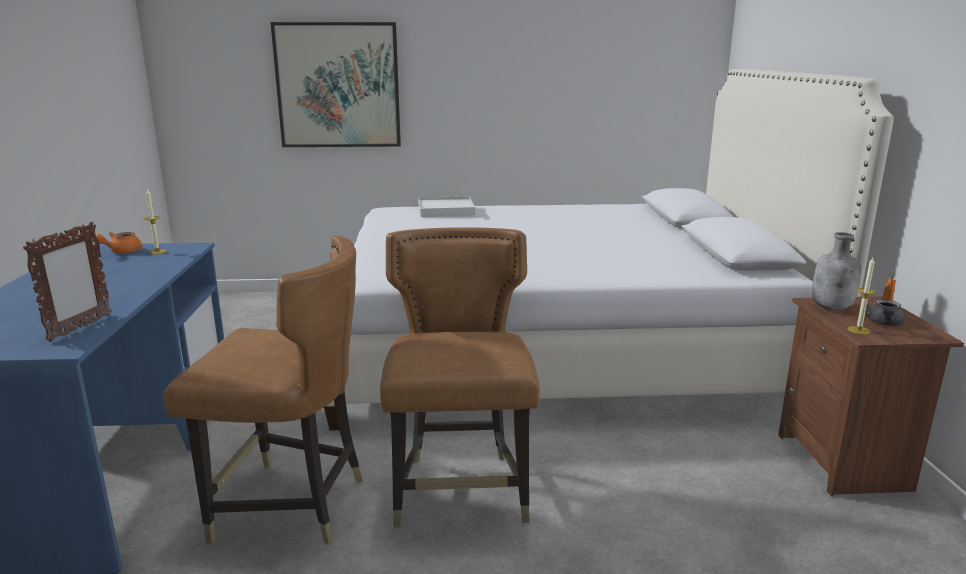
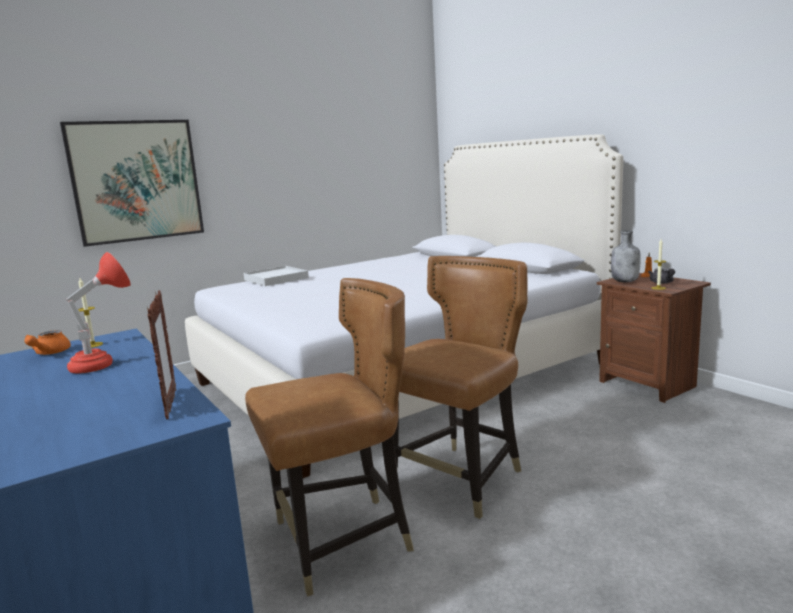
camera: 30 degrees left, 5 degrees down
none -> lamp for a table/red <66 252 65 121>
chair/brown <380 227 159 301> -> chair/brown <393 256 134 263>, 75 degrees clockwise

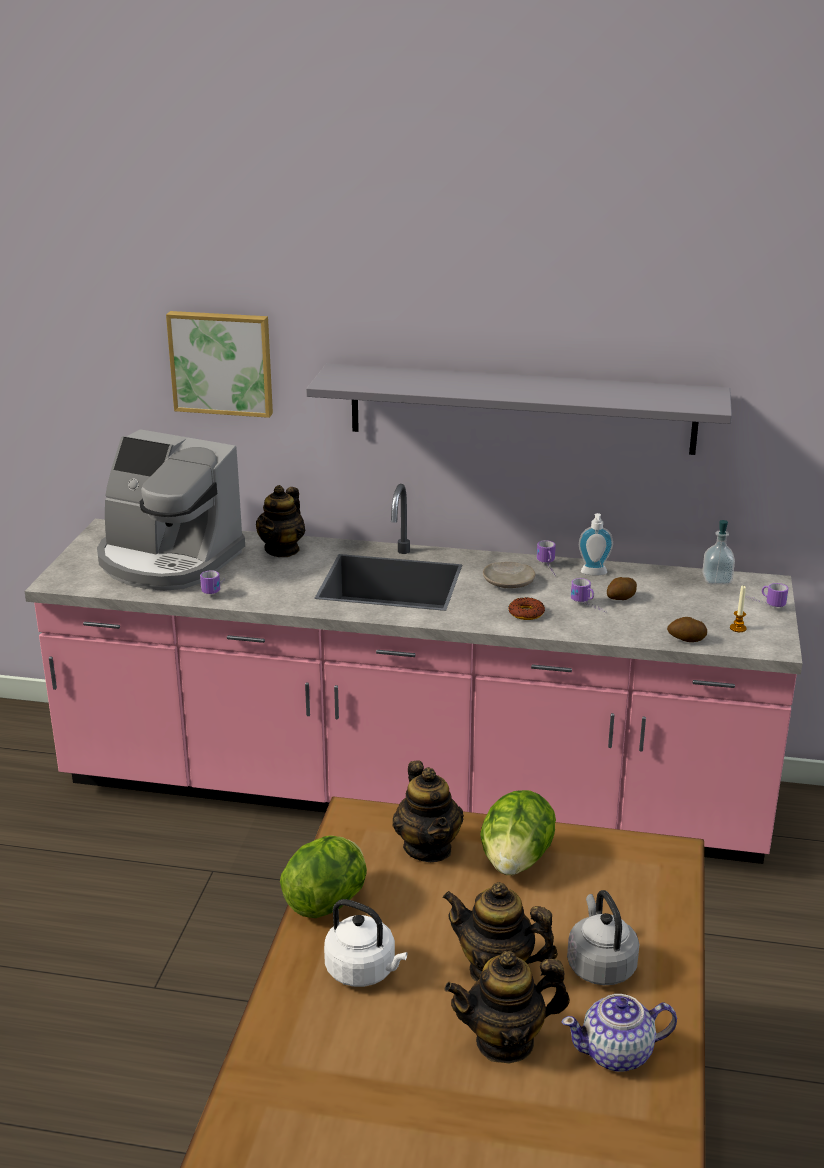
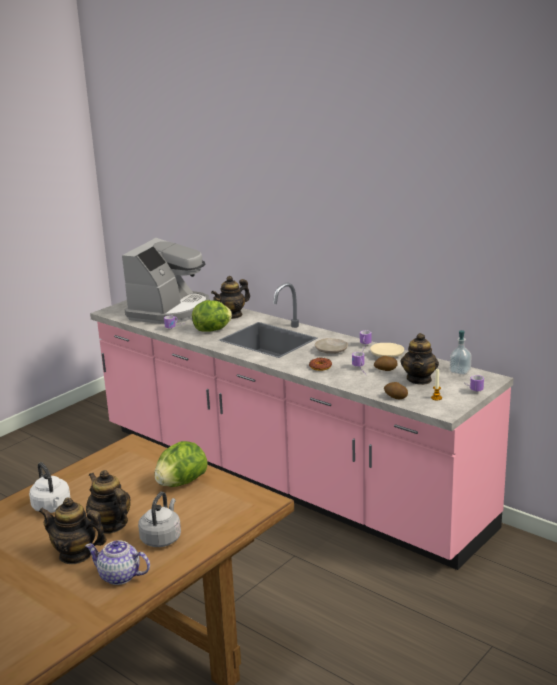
camera: 30 degrees right, 5 degrees down
wall art <166 311 107 107> -> none
shelf/gray <306 363 426 92> -> none
head of lettuce <280 835 87 83> -> head of lettuce <192 300 40 32>, relocated
pot for tea <392 760 72 102> -> pot for tea <400 333 39 52>, relocated
soap bottle <579 513 34 63> -> flat dish/sand-coloured <370 343 34 14>
coffee brewer <97 429 148 162> -> coffee brewer <122 238 88 86>, 120 degrees counterclockwise

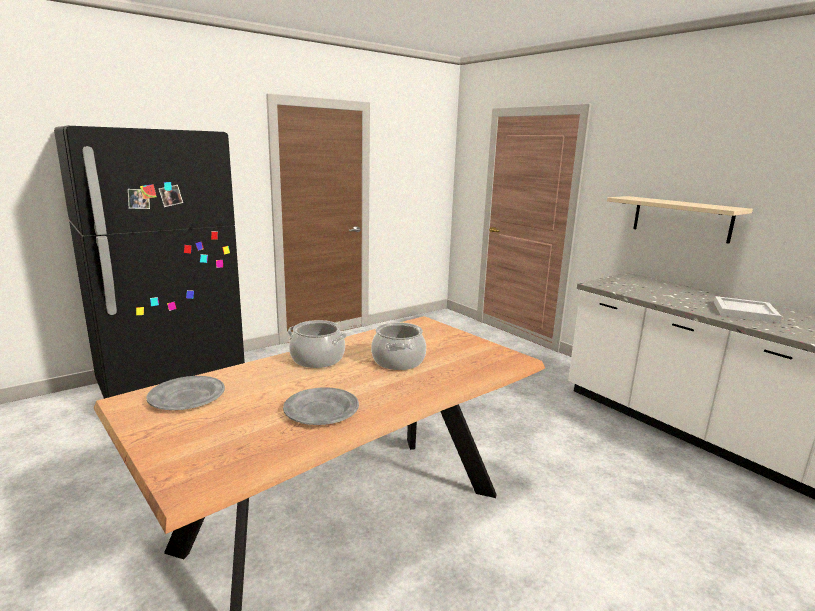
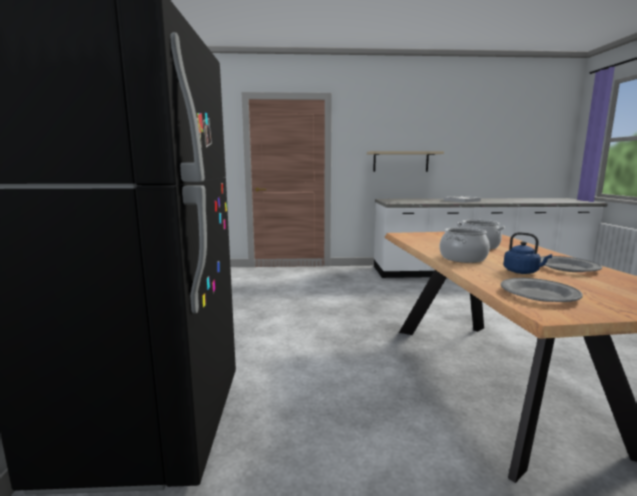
camera: 55 degrees left, 5 degrees down
none -> kettle/blue-coloured <503 232 49 42>

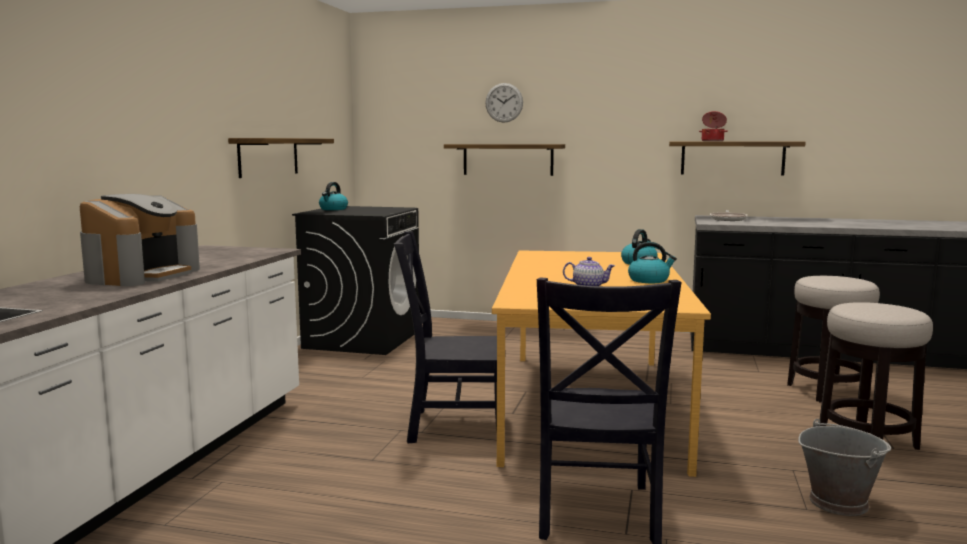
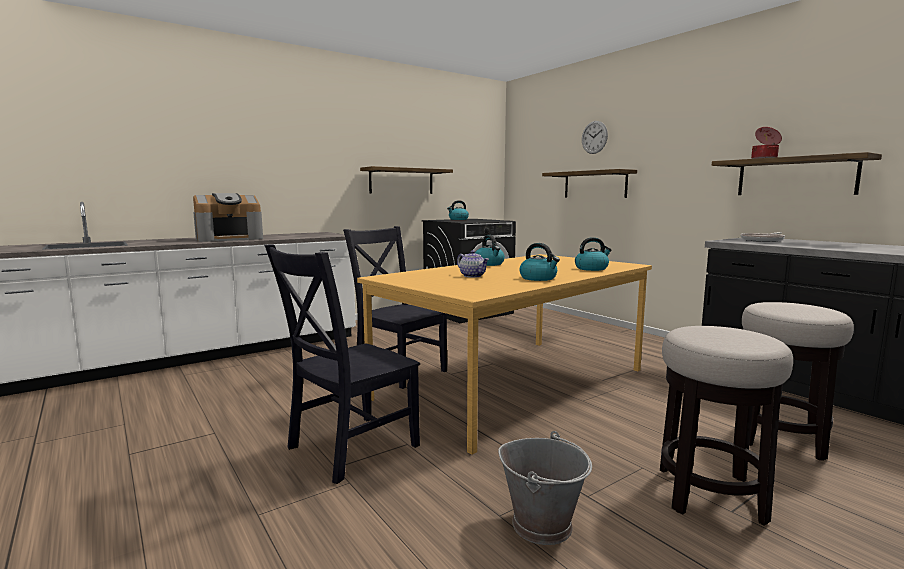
camera: 40 degrees right, 0 degrees up
none -> kettle <475 235 30 31>

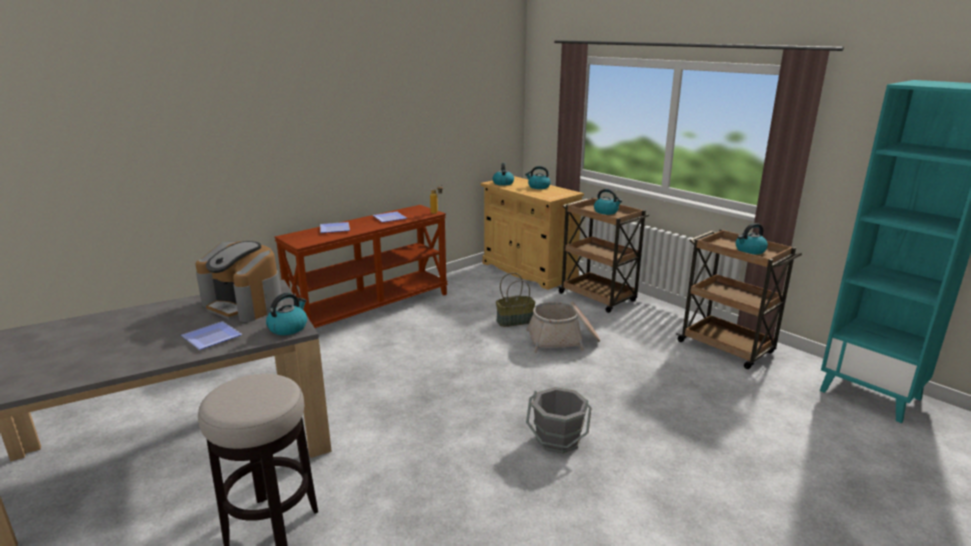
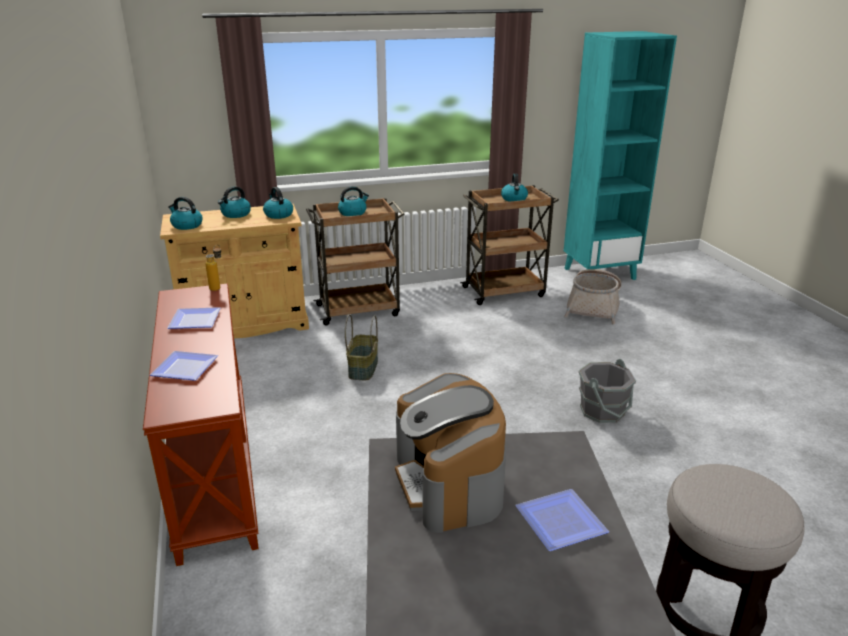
camera: 65 degrees left, 5 degrees up
kettle <266 293 41 42> -> kettle <263 187 30 32>, relocated
basket <526 301 74 52> -> basket <564 269 57 55>, relocated
coffee brewer <196 241 87 81> -> coffee brewer <395 373 111 160>, 105 degrees clockwise

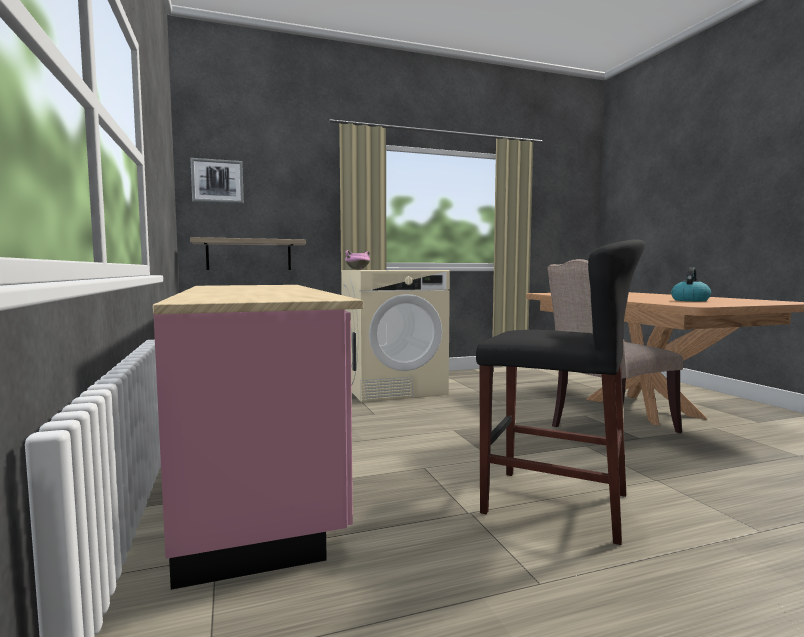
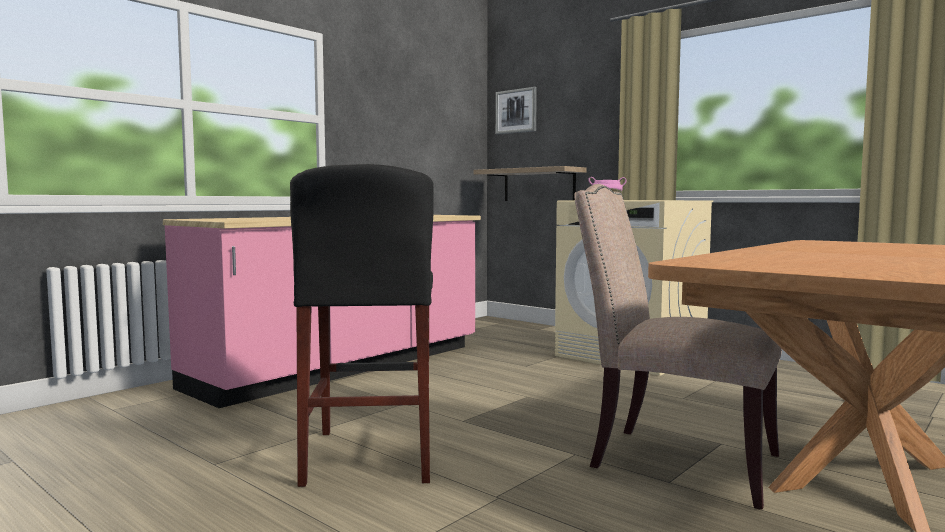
camera: 60 degrees right, 0 degrees up
kettle <671 267 40 34> -> none

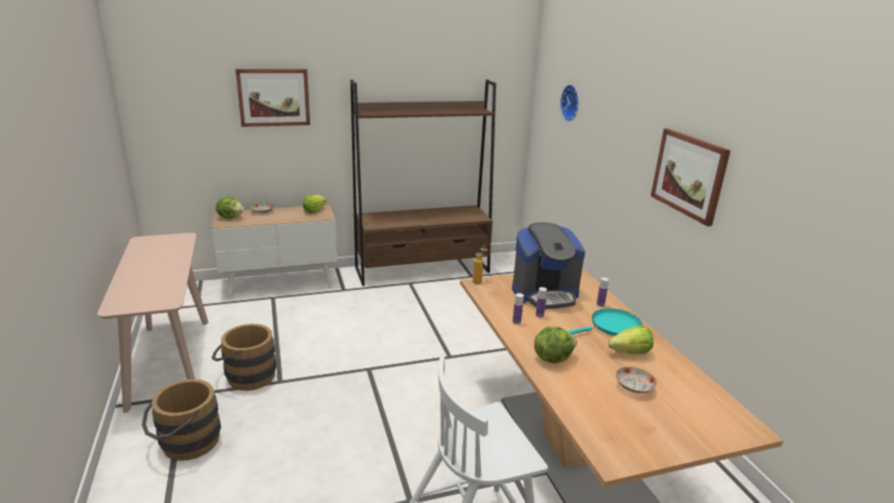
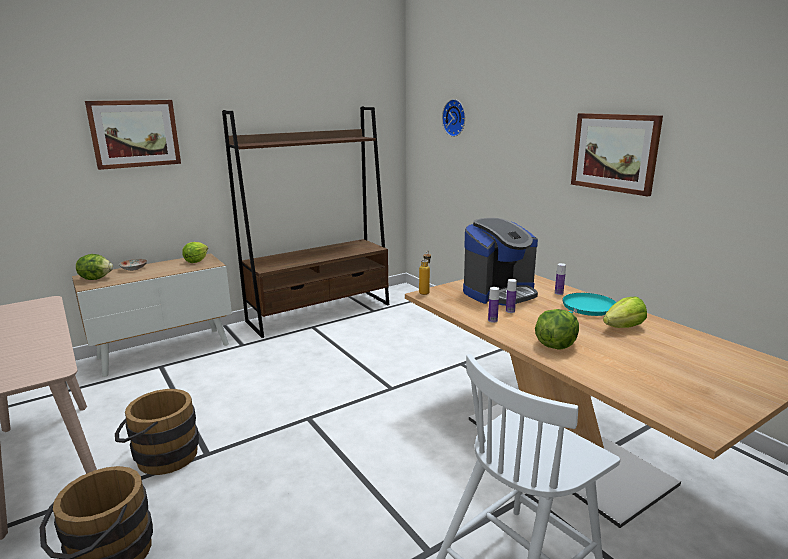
camera: 15 degrees left, 5 degrees down
flat dish <616 367 41 26> -> none

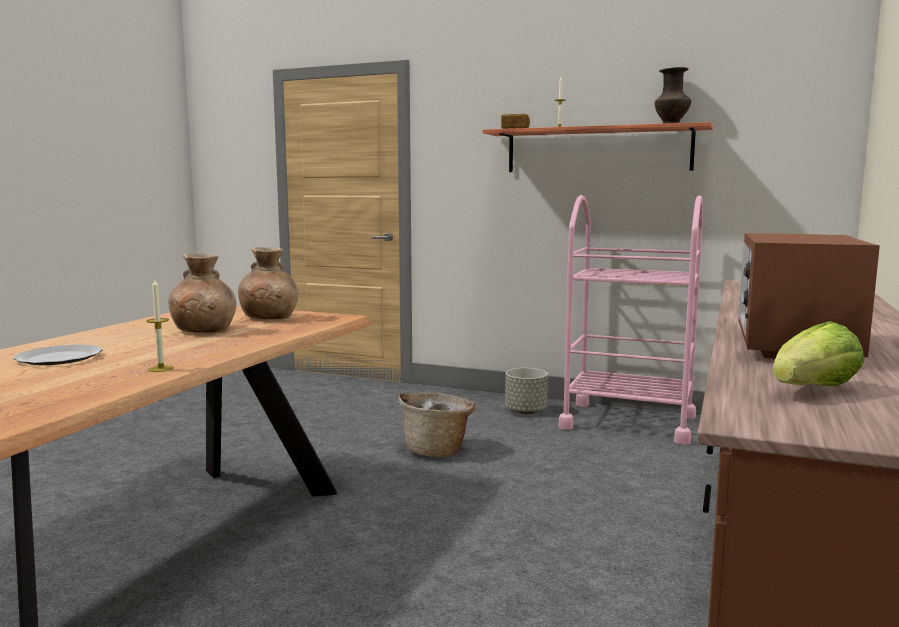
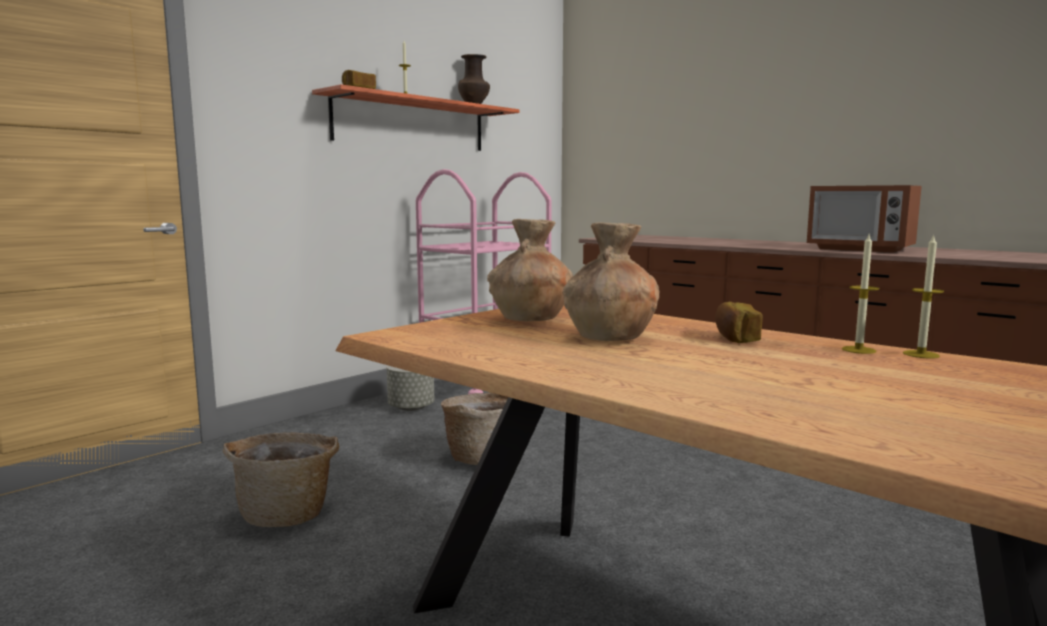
camera: 70 degrees left, 0 degrees up
flat dish <13 345 90 20> -> none
head of lettuce <772 321 92 65> -> none
none -> basket <223 433 116 94>
none -> bakery bread <715 302 48 41>
none -> wax light <903 234 41 124>

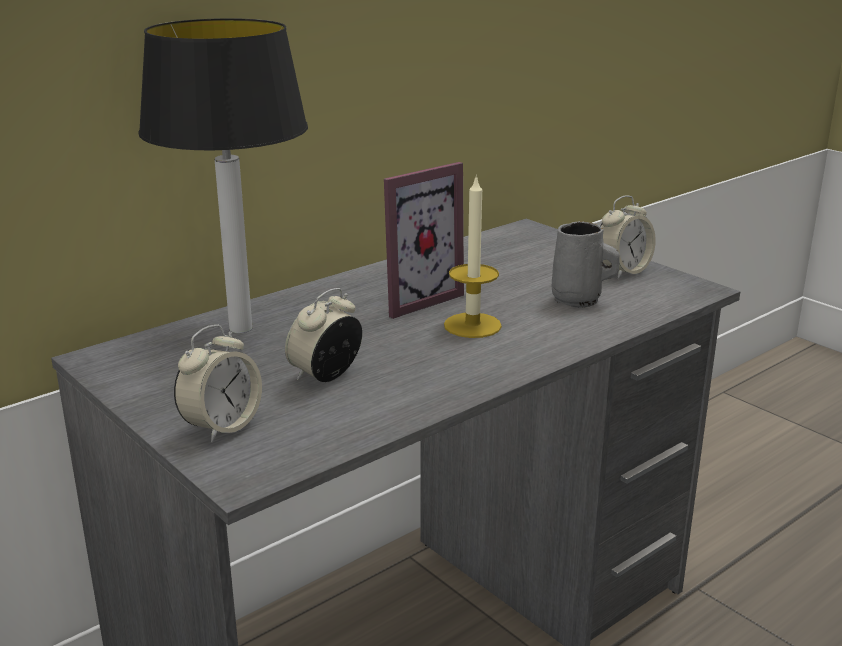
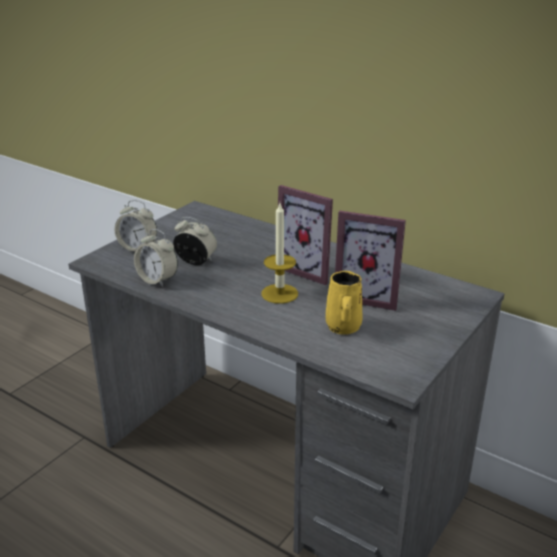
camera: 75 degrees right, 5 degrees up
lamp for a table <138 18 170 315> -> none
none -> standing frame <335 211 71 100>
table clock <600 195 56 84> -> table clock <134 229 44 58>, relocated
coffee mug/gray <552 221 68 87> -> coffee mug/yellow-coloured <325 271 37 64>

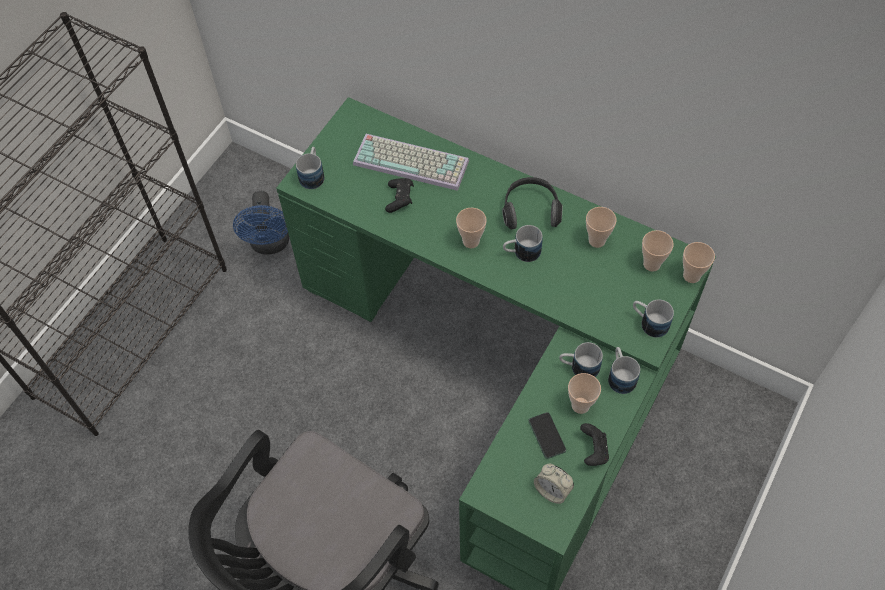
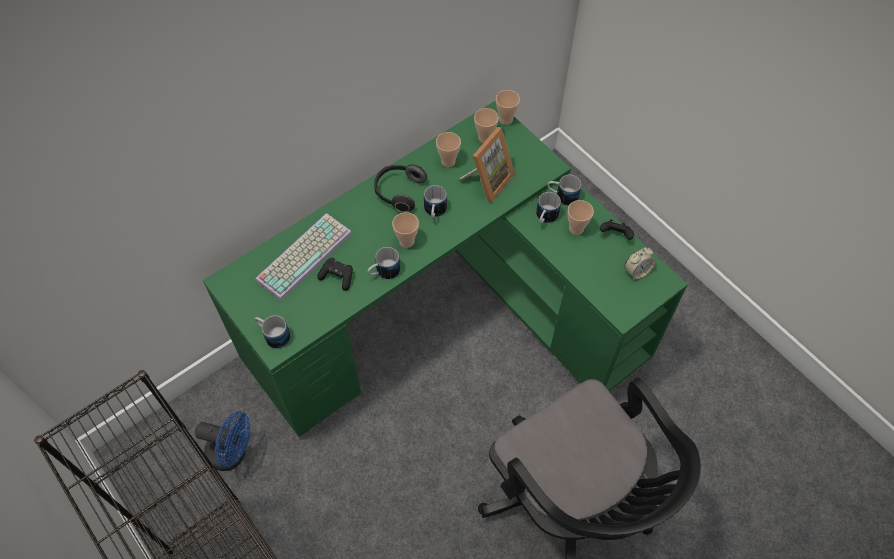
camera: 70 degrees left, 0 degrees up
phone <528 412 38 47> -> none
none -> standing frame <459 127 56 76>
coffee mug <633 300 41 37> -> coffee mug <367 247 33 32>, relocated

